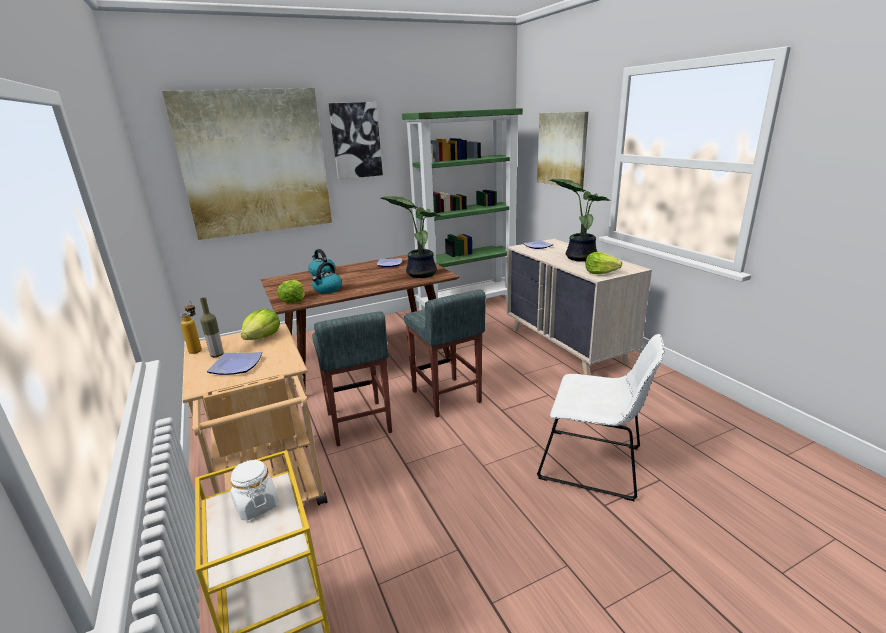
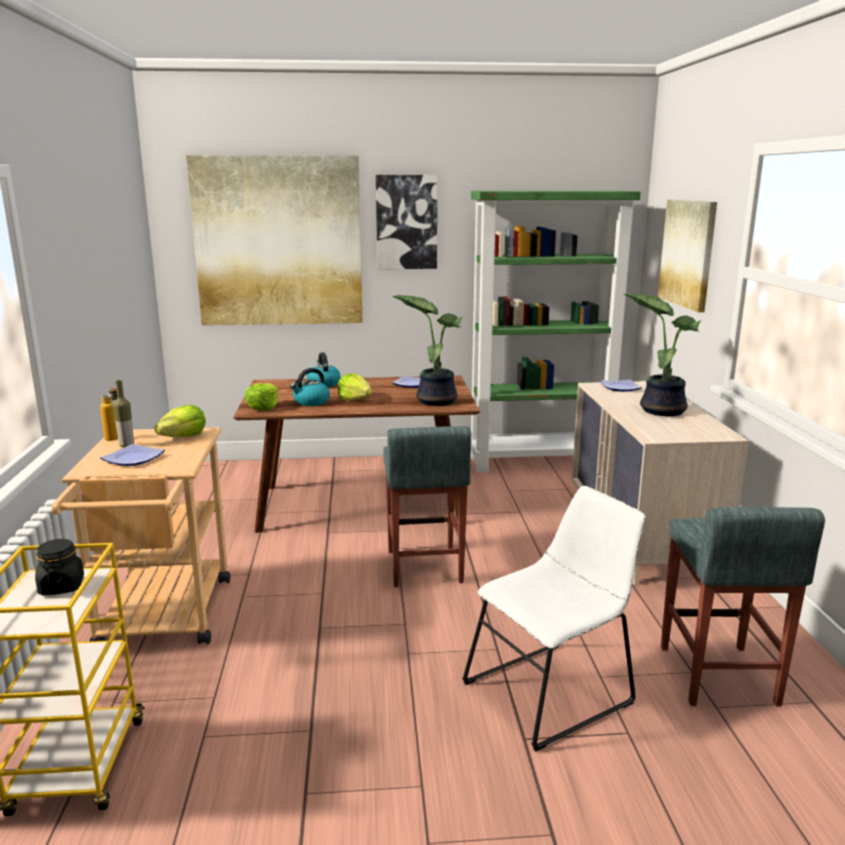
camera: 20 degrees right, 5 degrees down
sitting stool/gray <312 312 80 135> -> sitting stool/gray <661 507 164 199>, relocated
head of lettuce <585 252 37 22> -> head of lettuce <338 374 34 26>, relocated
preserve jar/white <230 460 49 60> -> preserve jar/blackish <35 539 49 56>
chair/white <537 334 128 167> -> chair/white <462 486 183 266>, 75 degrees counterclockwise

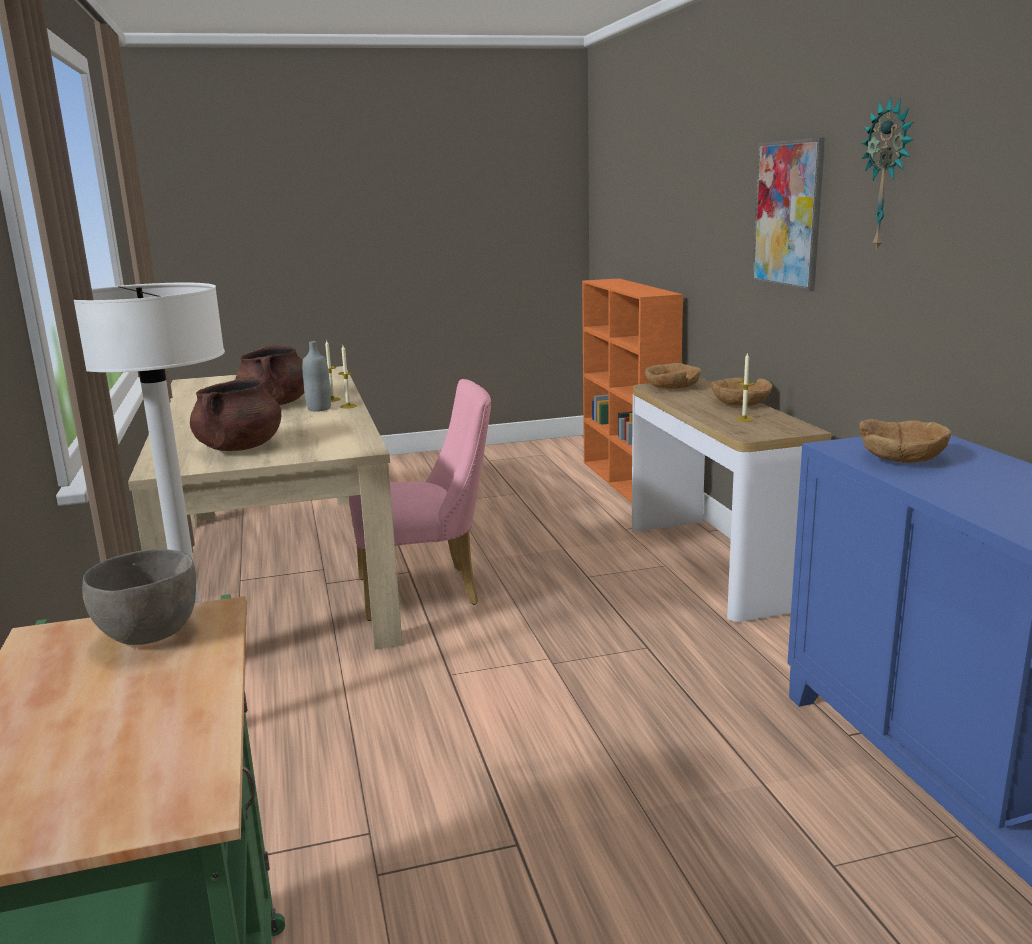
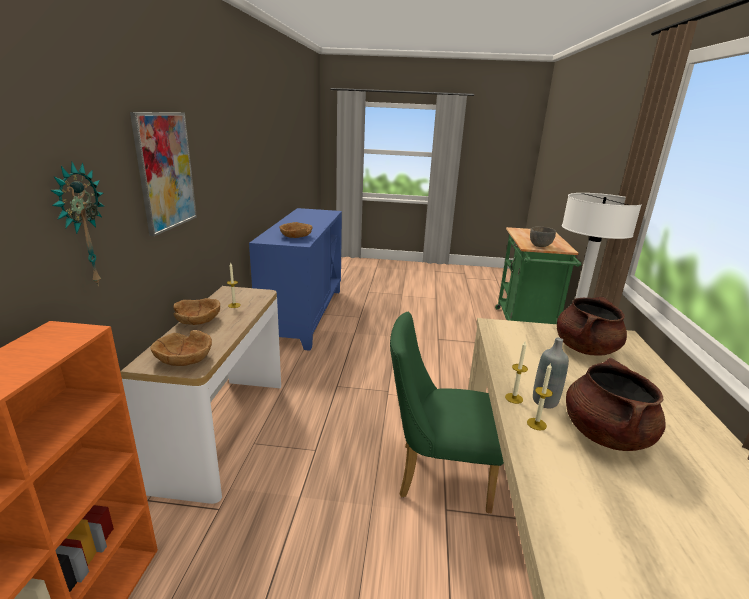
camera: 160 degrees left, 5 degrees up
wall clock <861 97 53 155> -> wall clock <50 162 54 124>, relocated
chair/pink <349 379 142 242> -> chair/green <390 312 114 201>

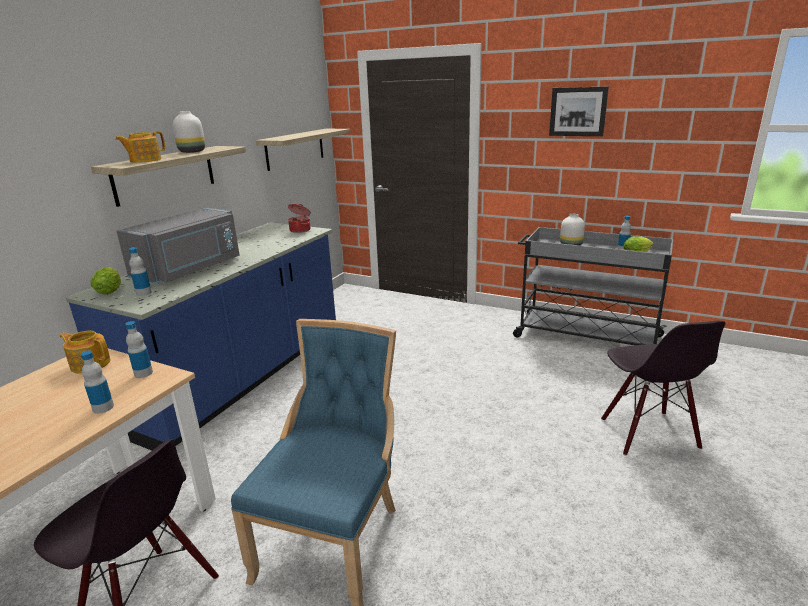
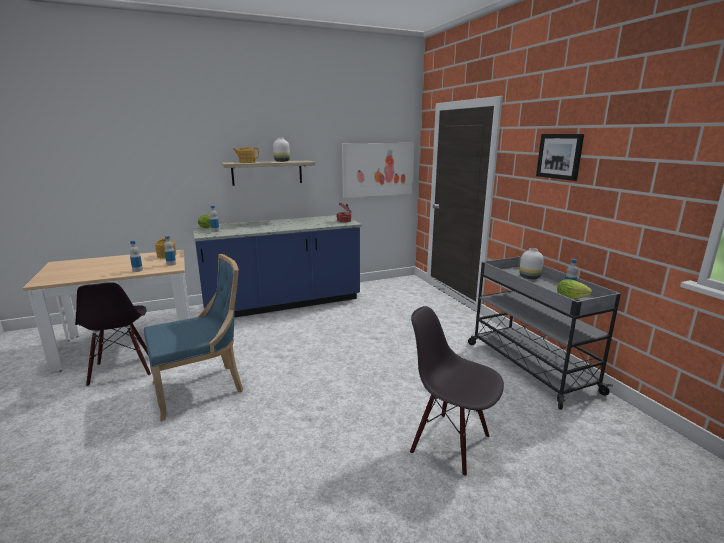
camera: 40 degrees right, 5 degrees down
microwave/gray <116 207 123 77> -> none
shelf <256 129 94 42> -> wall art <342 143 72 55>
chair/blackish <601 321 125 135> -> chair/blackish <410 306 94 171>, 90 degrees clockwise

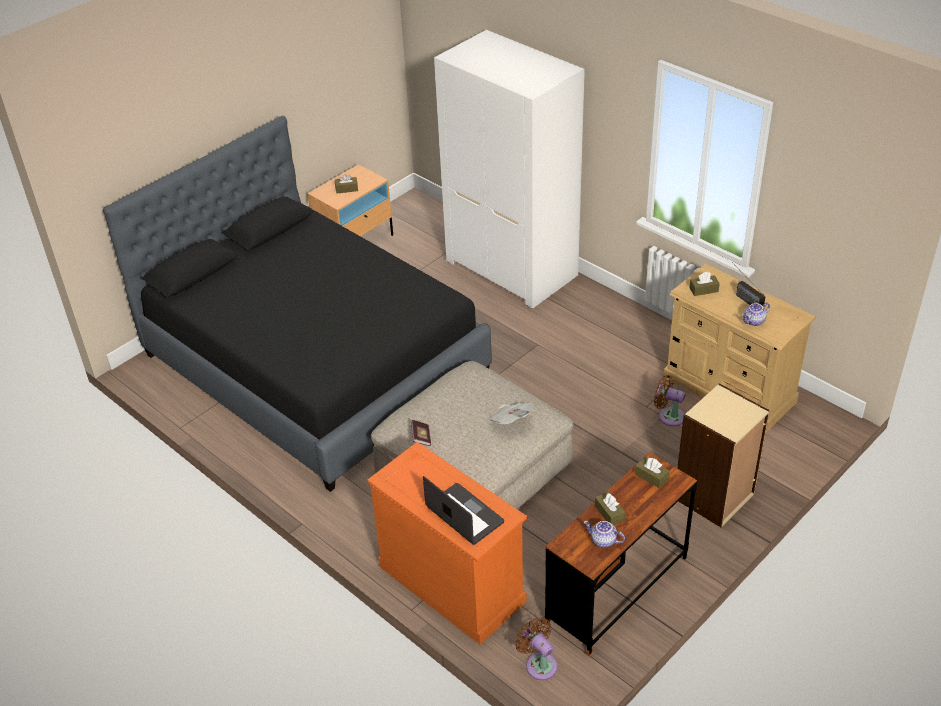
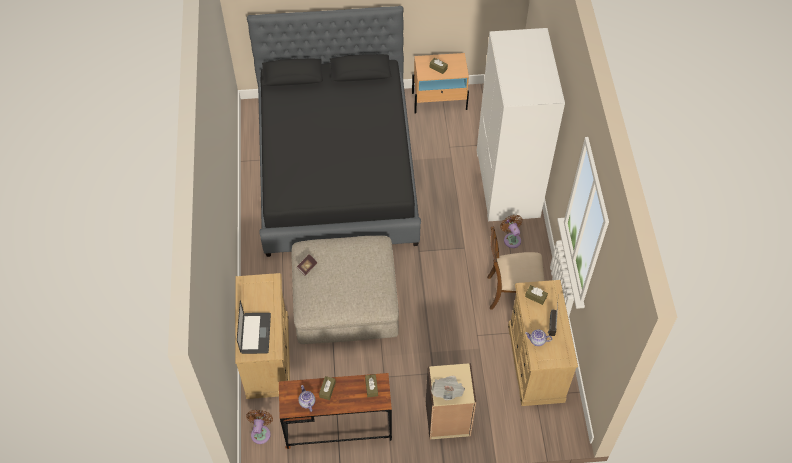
camera: 40 degrees right, 15 degrees up
none -> chair/brown <487 226 58 84>
newspaper <488 402 47 22> -> newspaper <431 375 34 25>, relocated
electric fan/brown <654 375 31 51> -> electric fan/brown <500 215 22 33>, relocated
drawer chest/orange-coloured <367 442 161 202> -> drawer chest/sand-coloured <235 273 55 126>

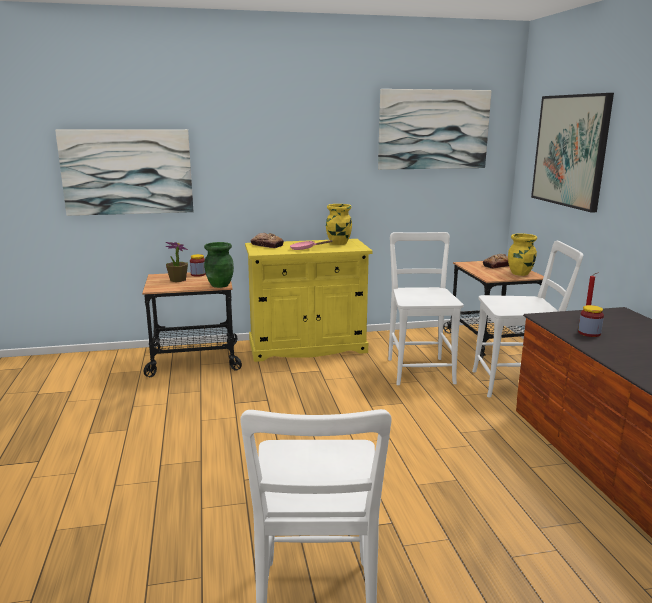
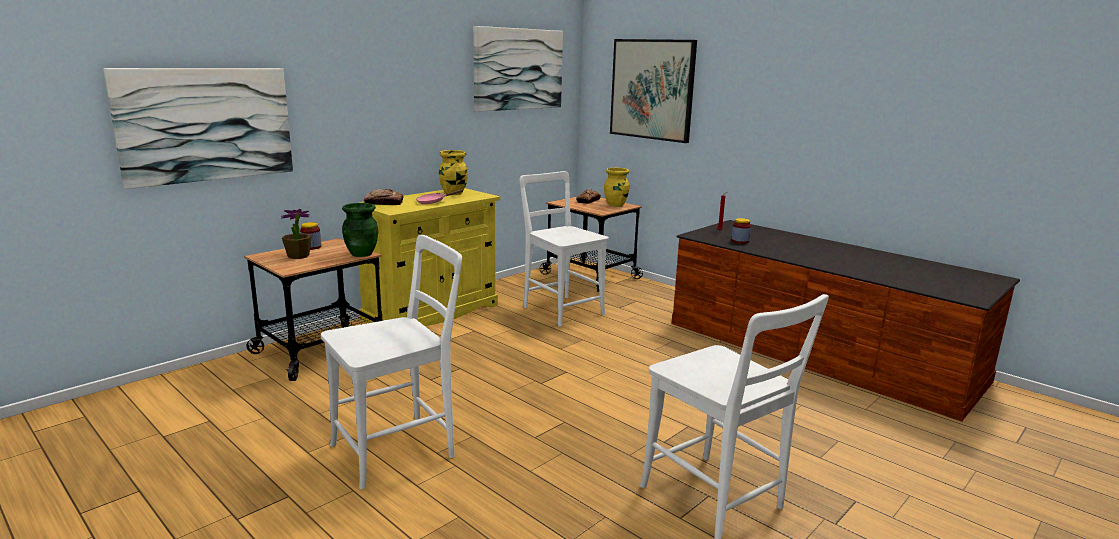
camera: 35 degrees left, 0 degrees up
chair/white <472 241 111 157> -> chair/white <321 235 141 254>, relocated

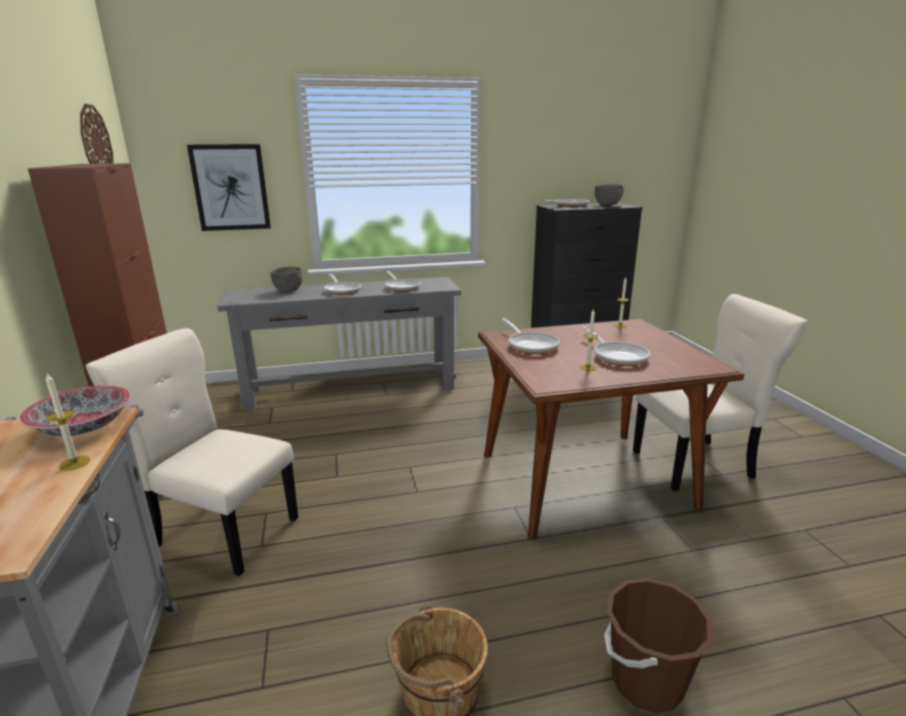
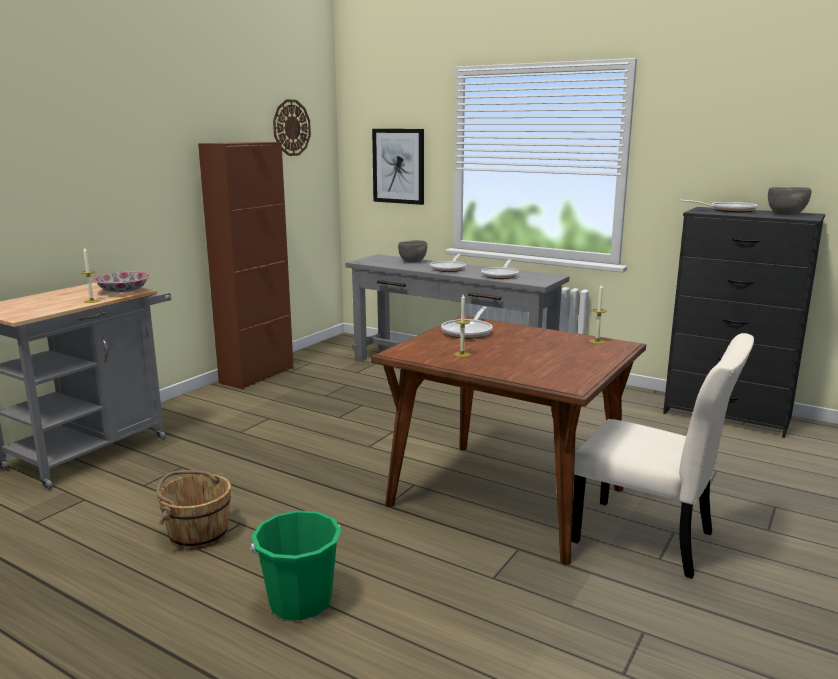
camera: 45 degrees right, 5 degrees down
chair/sand-coloured <86 328 212 248> -> none
frying pan <582 327 68 39> -> none
pail/brown <604 578 109 135> -> pail/green <250 511 91 109>

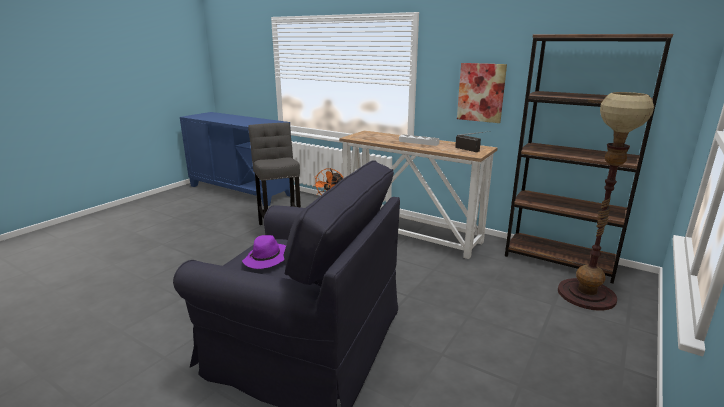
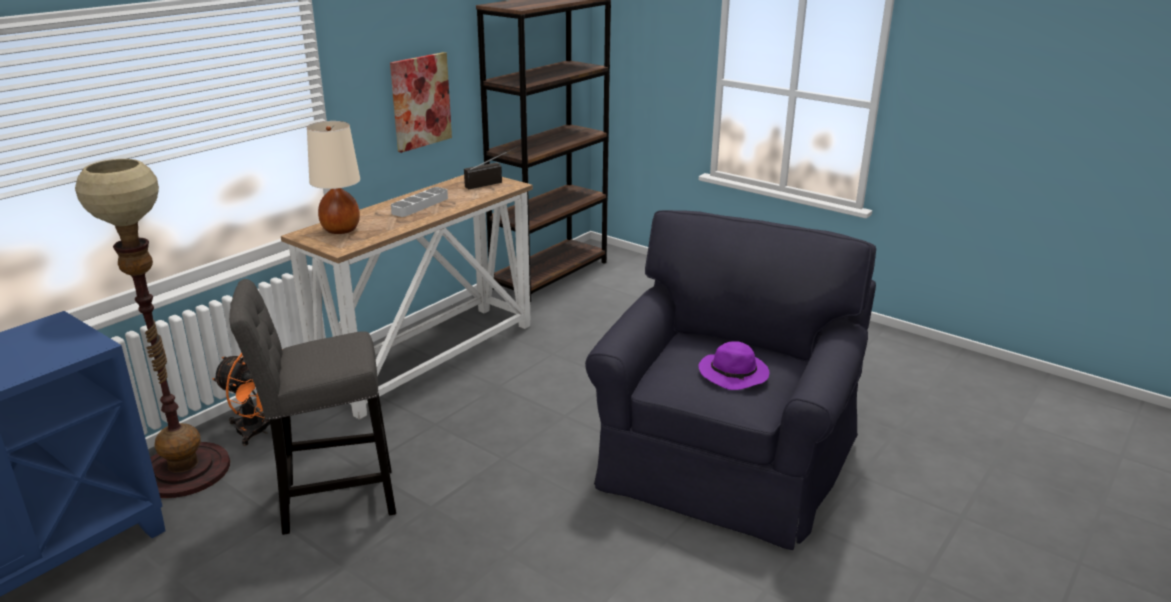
camera: 85 degrees left, 5 degrees up
none -> lamp for a table/sand-coloured <307 121 53 113>
floor lamp <558 92 96 219> -> floor lamp <75 159 155 339>, relocated

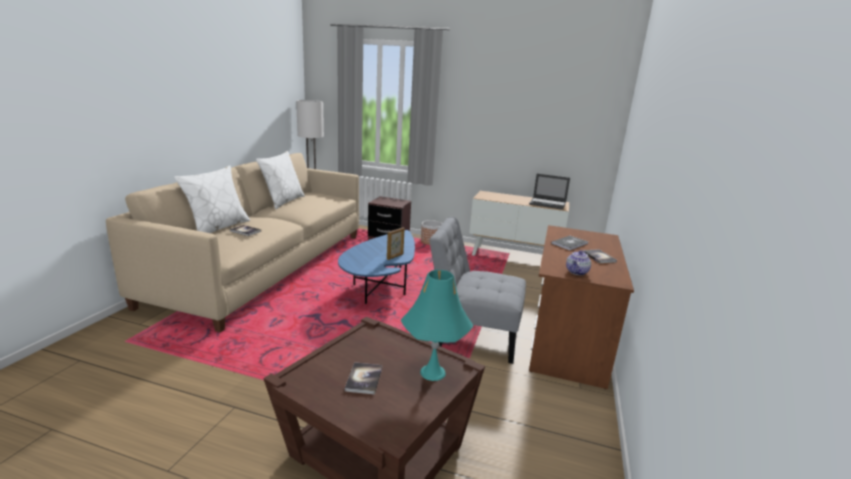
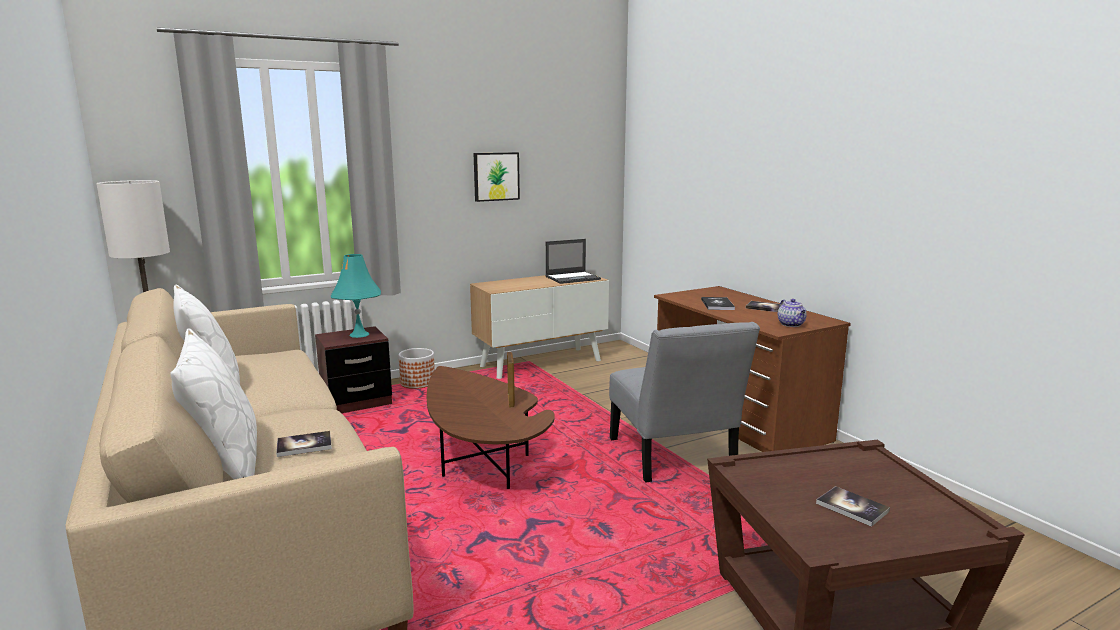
camera: 45 degrees left, 5 degrees down
none -> wall art <473 152 47 50>
lamp for a table/turquoise <401 270 72 111> -> lamp for a table/turquoise <331 254 50 84>, relocated
coffee table/blue-coloured <338 230 77 74> -> coffee table/brown <427 366 128 123>
chair/gray <429 217 97 147> -> chair/gray <609 322 151 160>, 75 degrees counterclockwise

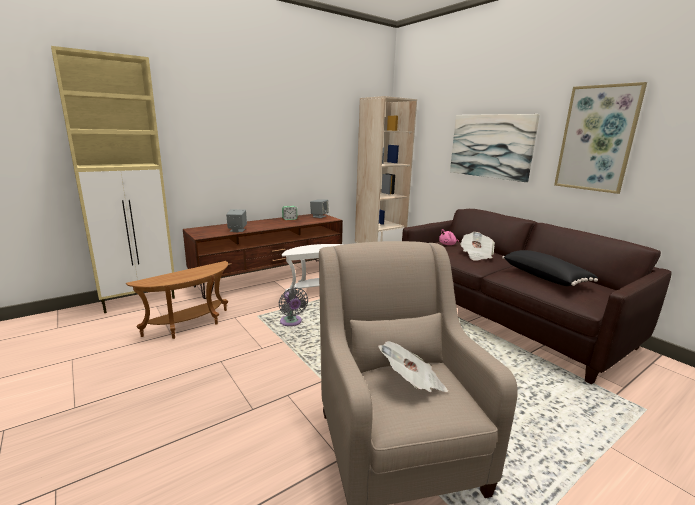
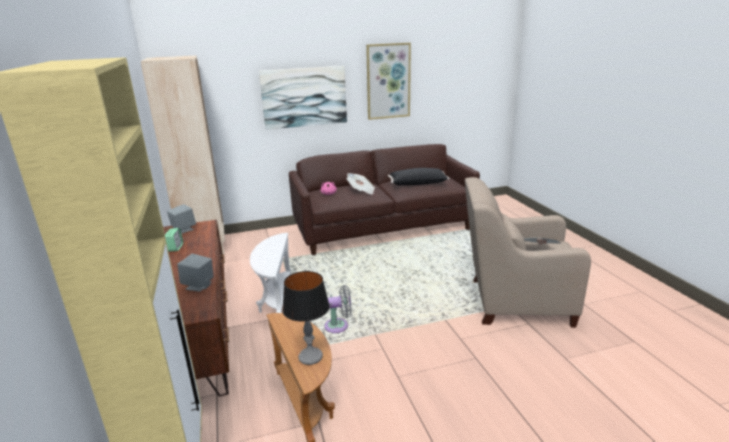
camera: 70 degrees left, 5 degrees up
none -> lamp for a table <282 271 48 94>

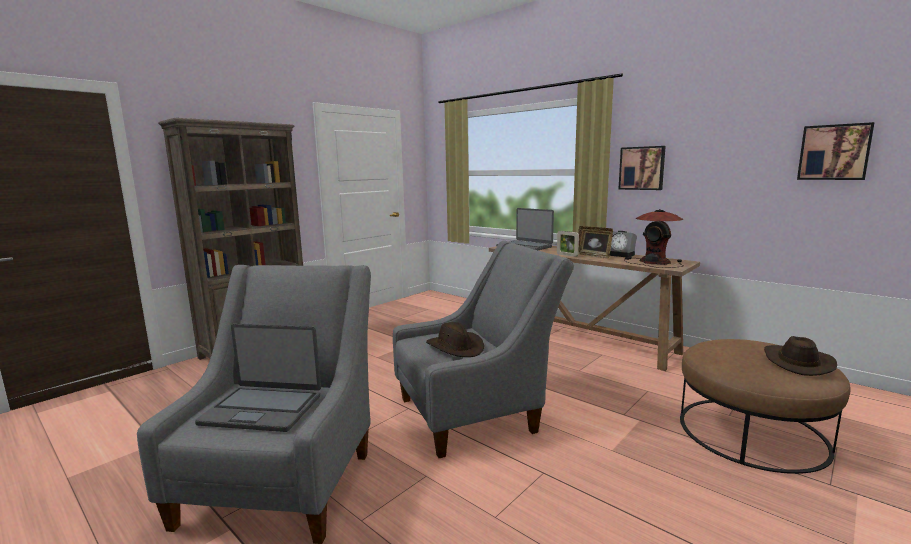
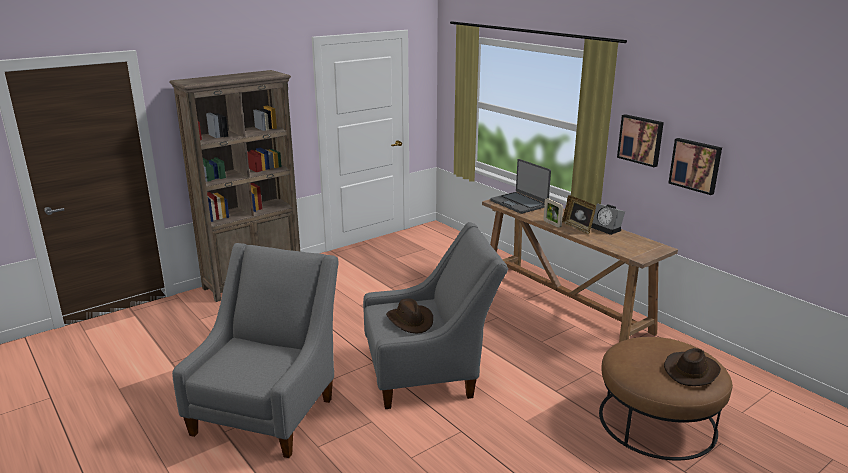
camera: 10 degrees right, 10 degrees up
portable computer <195 324 126 108> -> none
lamp for a table <624 209 60 59> -> none
wall art <797 122 77 58> -> wall art <668 138 54 57>, relocated

